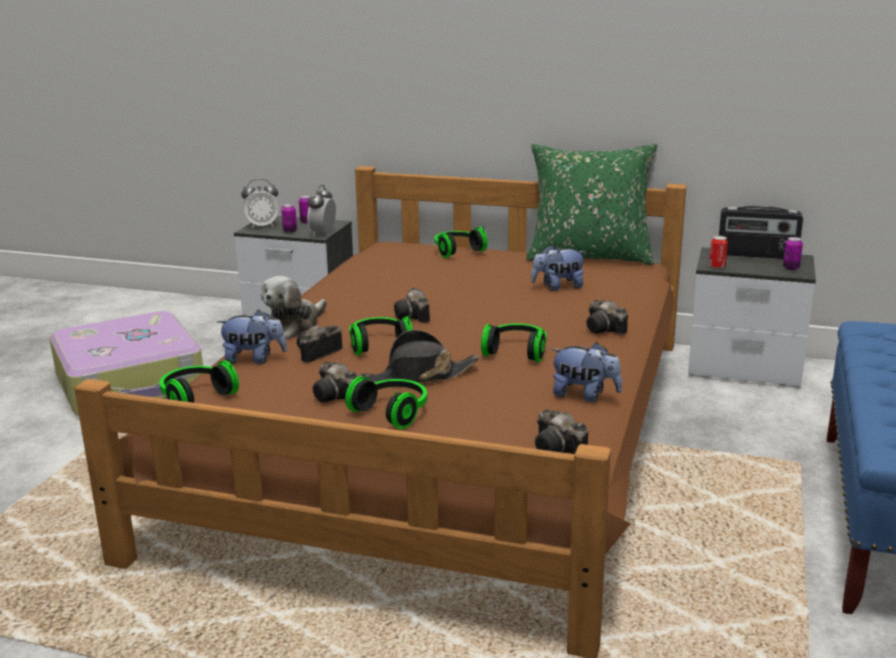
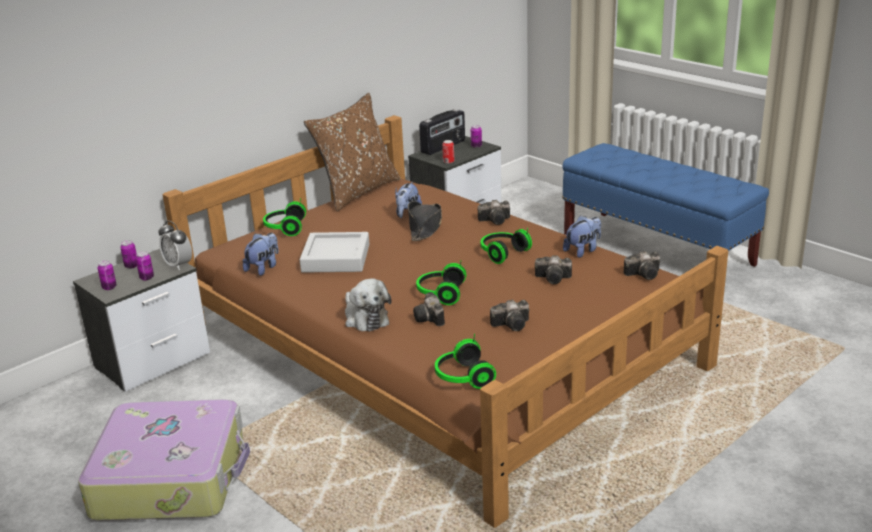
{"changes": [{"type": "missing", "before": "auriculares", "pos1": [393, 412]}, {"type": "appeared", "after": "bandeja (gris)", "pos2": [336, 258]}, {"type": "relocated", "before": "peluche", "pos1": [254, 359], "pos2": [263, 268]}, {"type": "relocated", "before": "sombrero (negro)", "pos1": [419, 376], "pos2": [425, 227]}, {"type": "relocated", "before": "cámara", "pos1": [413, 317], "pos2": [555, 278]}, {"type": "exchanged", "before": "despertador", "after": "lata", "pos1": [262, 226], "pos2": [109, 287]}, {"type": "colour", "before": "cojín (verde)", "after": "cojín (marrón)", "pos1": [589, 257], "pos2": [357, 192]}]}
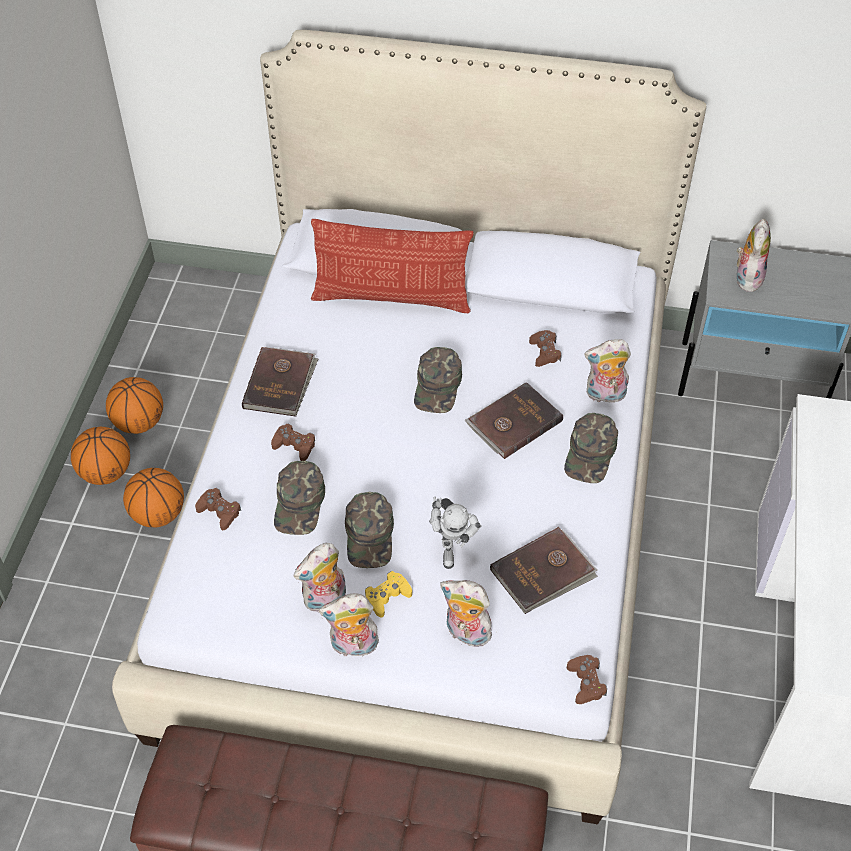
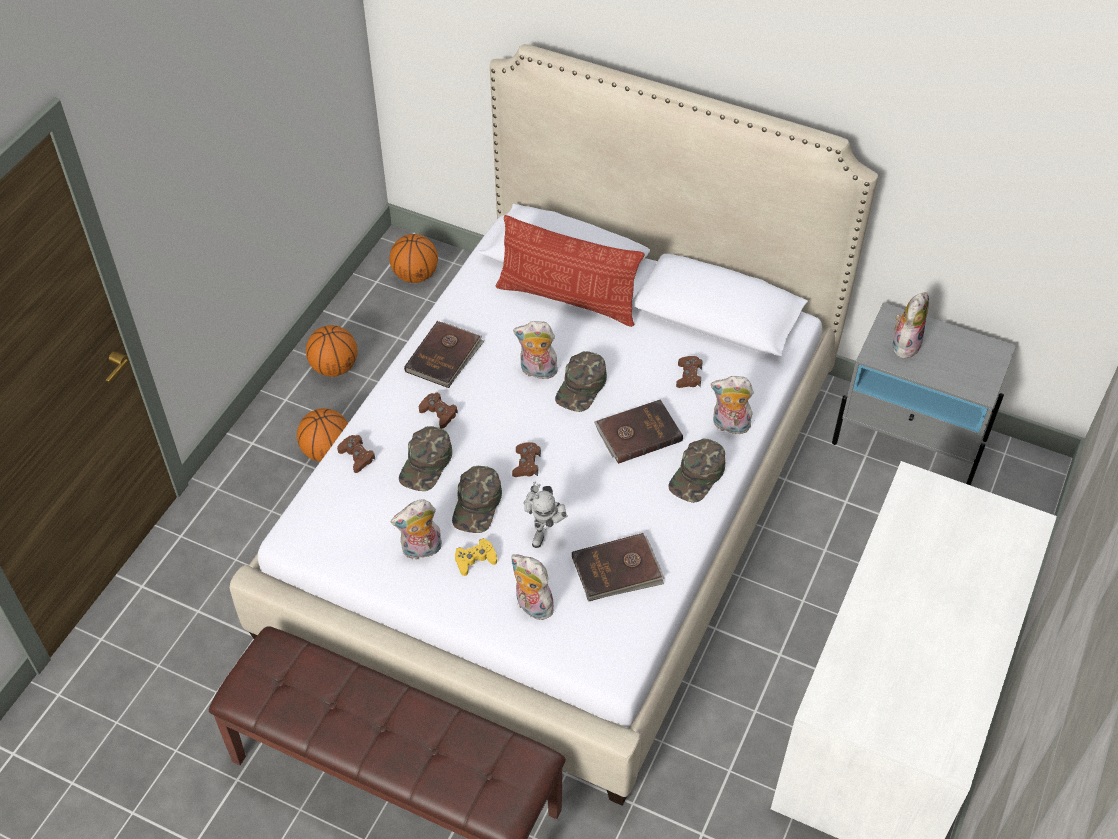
{"changes": [{"type": "relocated", "before": "balón de baloncesto", "pos1": [106, 473], "pos2": [415, 275]}, {"type": "relocated", "before": "peluche", "pos1": [353, 647], "pos2": [537, 371]}, {"type": "relocated", "before": "mando de consola (marrón)", "pos1": [586, 682], "pos2": [526, 463]}]}
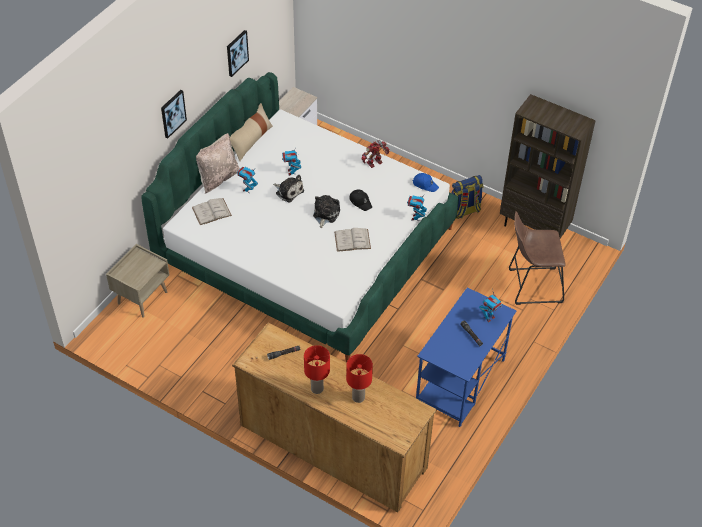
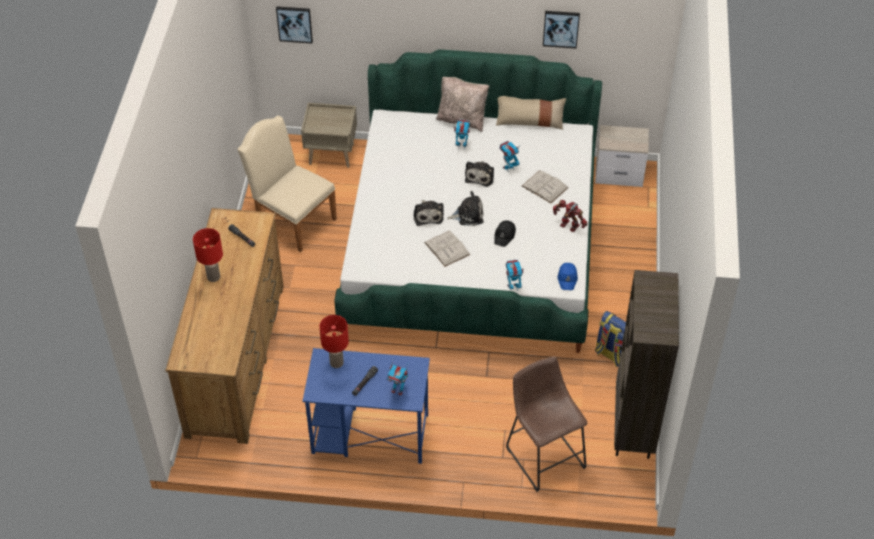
{"changes": [{"type": "appeared", "after": "silla (beis)", "pos2": [291, 219]}, {"type": "appeared", "after": "peluche", "pos2": [428, 215]}, {"type": "relocated", "before": "cuadro", "pos1": [172, 113], "pos2": [294, 24]}, {"type": "relocated", "before": "libro (blanco)", "pos1": [211, 211], "pos2": [544, 187]}, {"type": "relocated", "before": "lámpara de mesa (rojo)", "pos1": [358, 397], "pos2": [337, 362]}]}
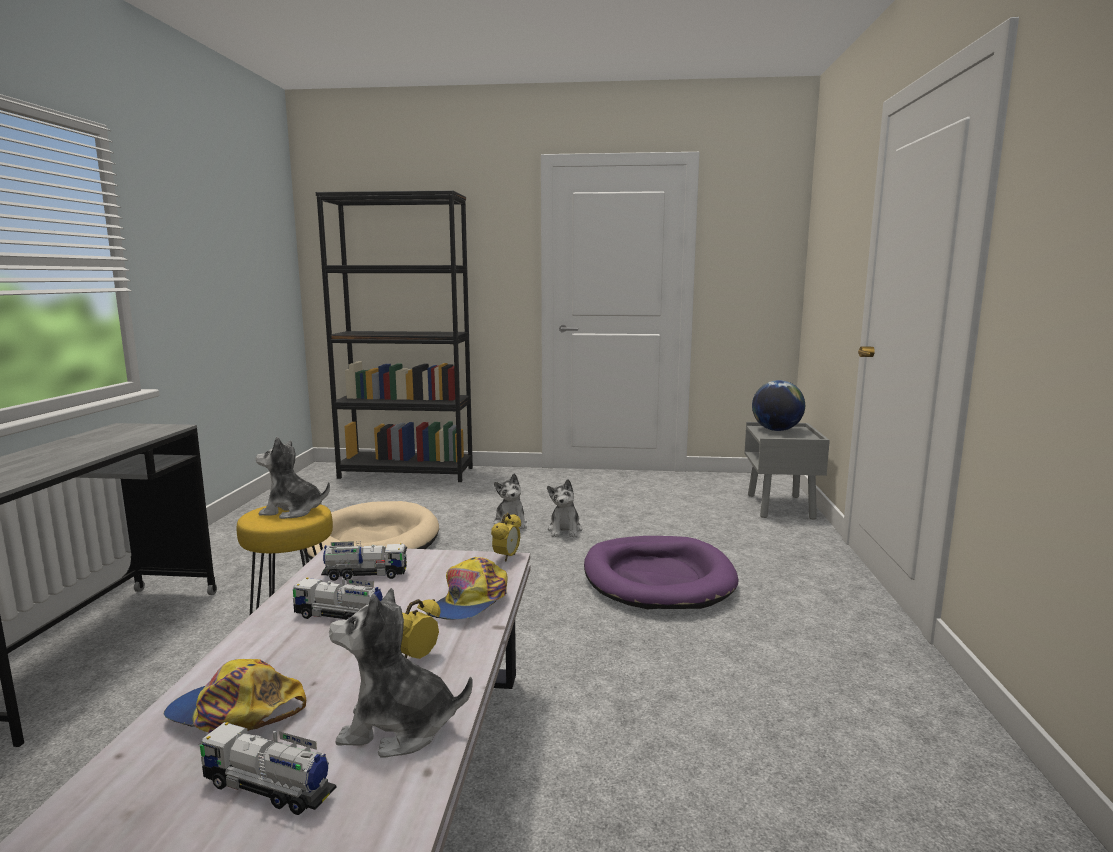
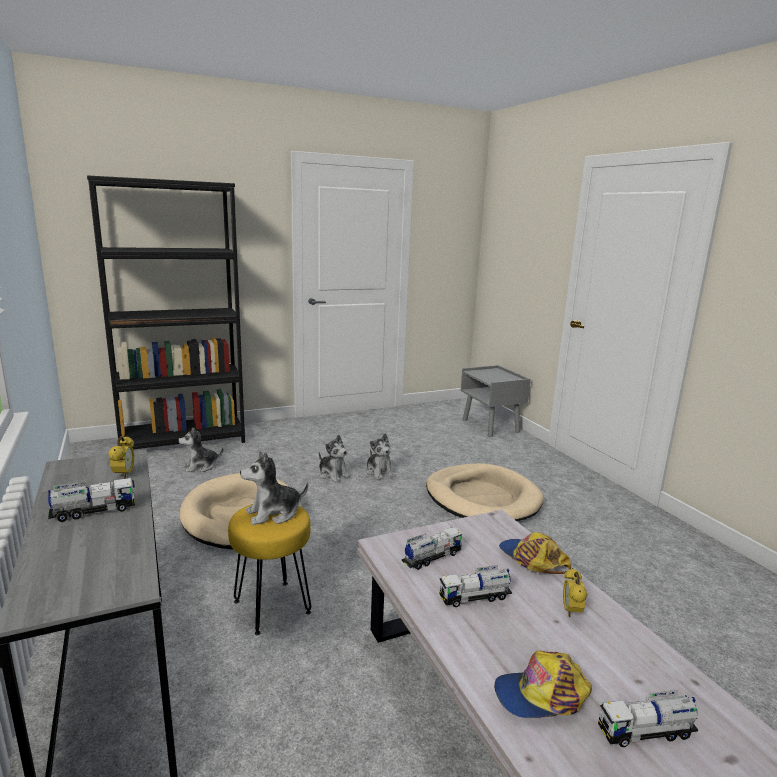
{"changes": [{"type": "missing", "before": "globo terráqueo", "pos1": [776, 430]}, {"type": "appeared", "after": "camión de juguete", "pos2": [94, 511]}, {"type": "relocated", "before": "peluche", "pos1": [398, 727], "pos2": [201, 466]}, {"type": "relocated", "before": "despertador", "pos1": [507, 557], "pos2": [124, 475]}, {"type": "colour", "before": "cama para perro (morado)", "after": "cama para perro (beis)", "pos1": [658, 578], "pos2": [482, 498]}, {"type": "spun", "before": "gorra", "pos1": [469, 603], "pos2": [532, 560], "turn": 150}]}
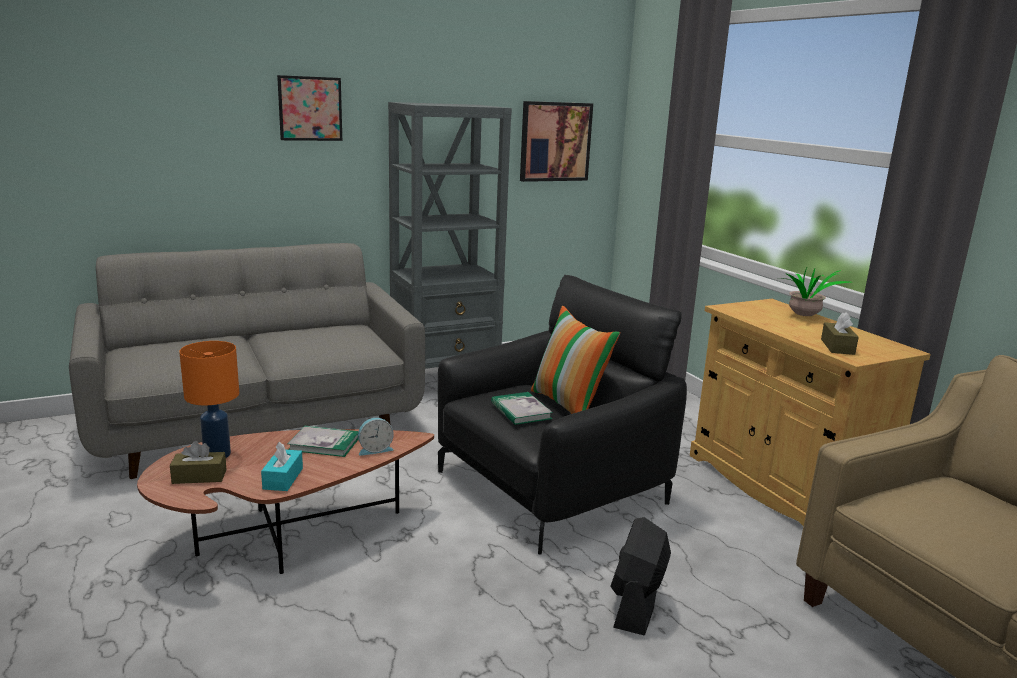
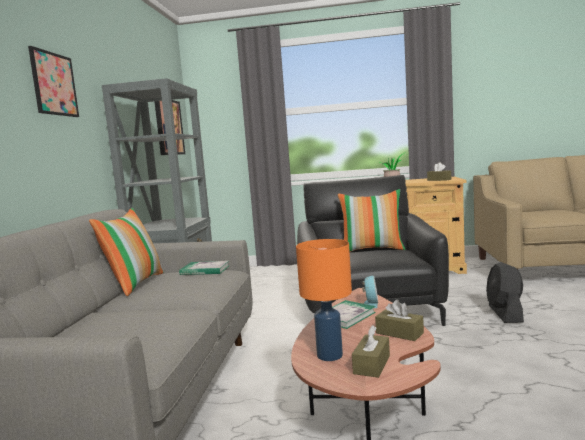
{"changes": [{"type": "appeared", "after": "cojín", "pos2": [135, 284]}, {"type": "relocated", "before": "libro", "pos1": [521, 411], "pos2": [205, 270]}, {"type": "colour", "before": "caja de pañuelos (turquesa)", "after": "caja de pañuelos (marrón)", "pos1": [283, 478], "pos2": [399, 333]}, {"type": "spun", "before": "ventilador (negro)", "pos1": [636, 604], "pos2": [505, 313], "turn": 45}]}
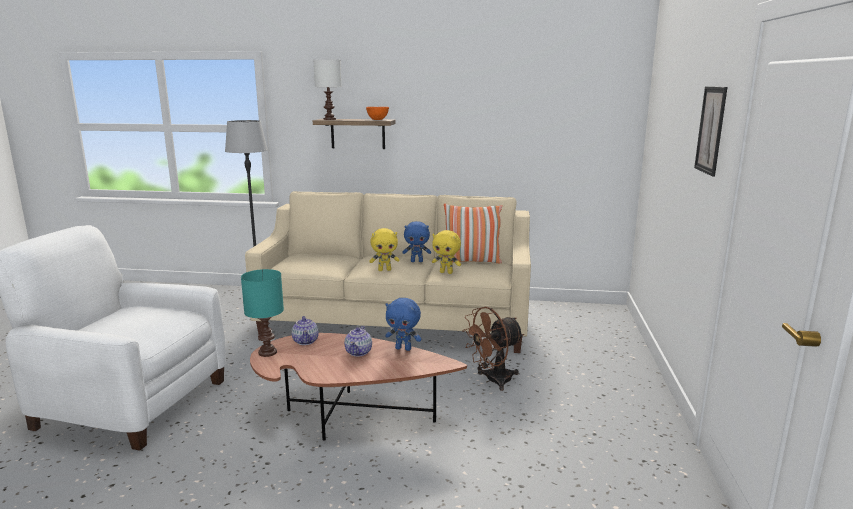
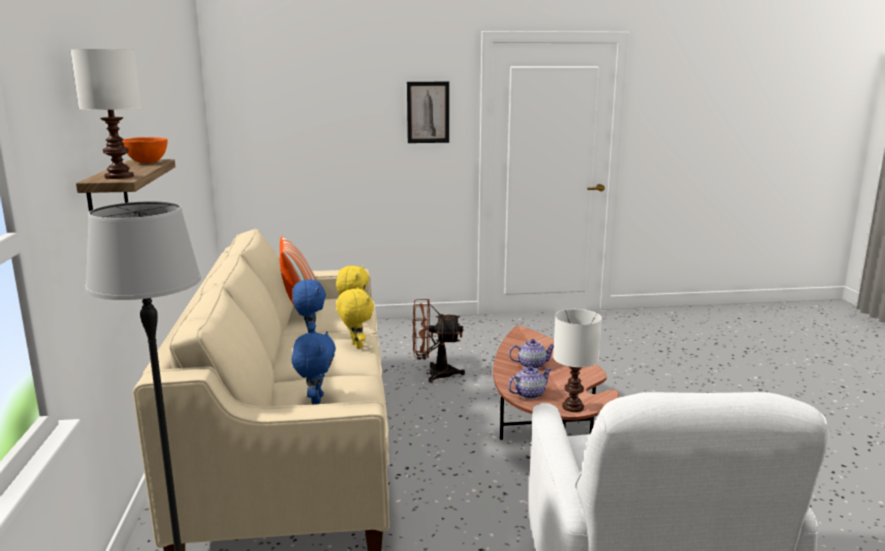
{"changes": [{"type": "relocated", "before": "peluche (azul)", "pos1": [403, 348], "pos2": [316, 400]}, {"type": "colour", "before": "lámpara de mesa (turquesa)", "after": "lámpara de mesa (blanco)", "pos1": [268, 352], "pos2": [572, 407]}, {"type": "spun", "before": "ventilador (marrón)", "pos1": [492, 380], "pos2": [434, 374], "turn": 135}]}
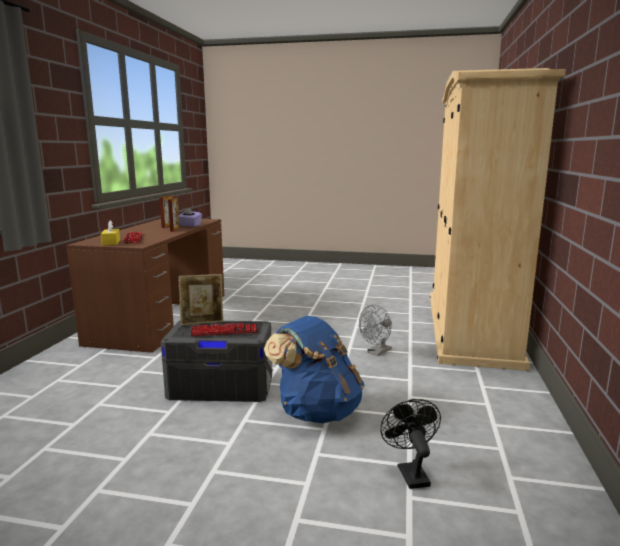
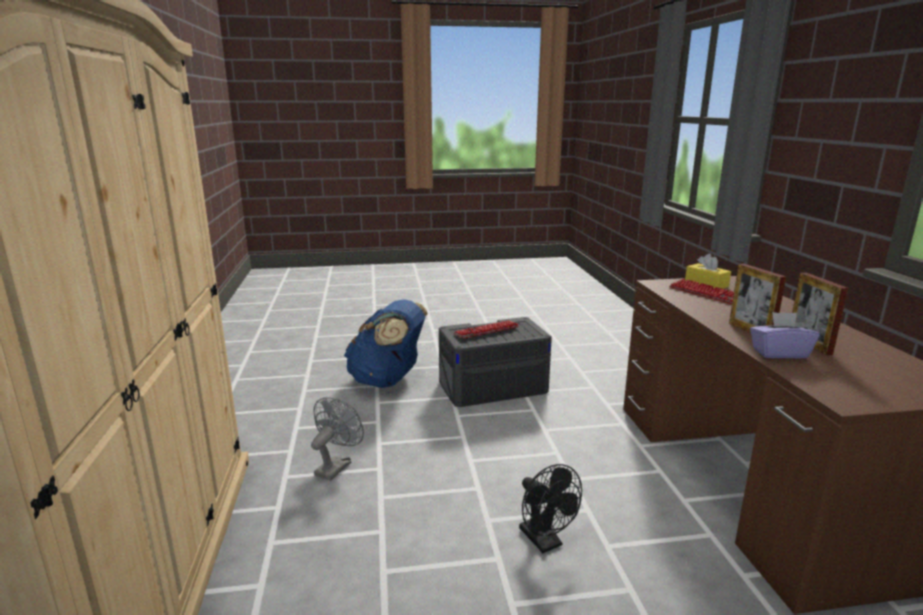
{"changes": [{"type": "missing", "before": "portarretratos", "pos1": [202, 323]}, {"type": "relocated", "before": "ventilador (negro)", "pos1": [410, 472], "pos2": [545, 541]}]}
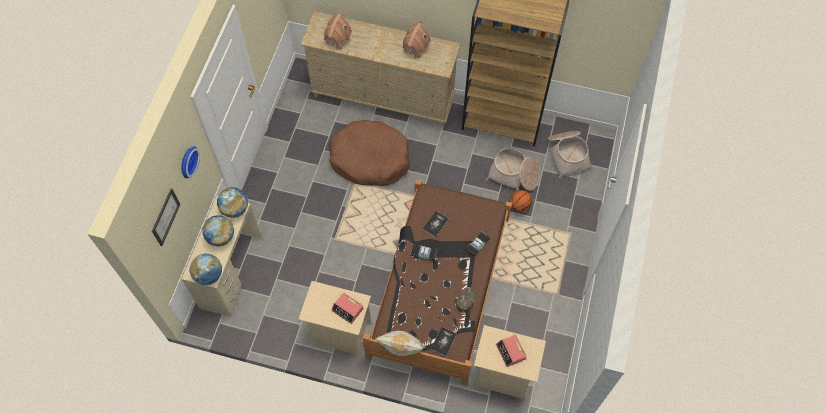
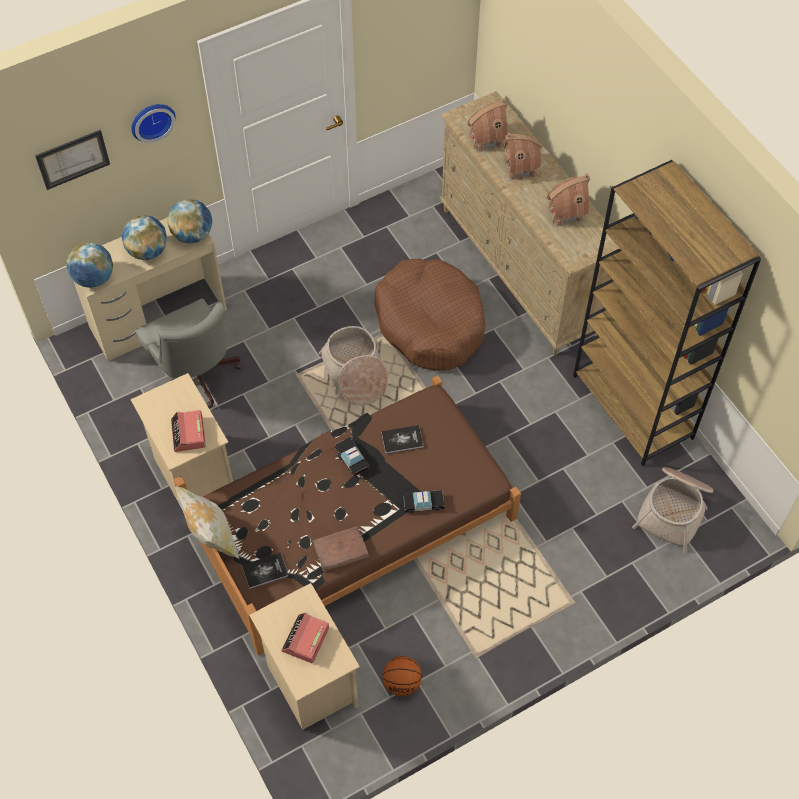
{"changes": [{"type": "appeared", "after": "silla de oficina (gris)", "pos2": [196, 378]}, {"type": "appeared", "after": "casita", "pos2": [520, 167]}, {"type": "relocated", "before": "cesta", "pos1": [513, 175], "pos2": [355, 374]}, {"type": "relocated", "before": "balón de baloncesto", "pos1": [519, 206], "pos2": [402, 683]}, {"type": "exchanged", "before": "gorra (verde)", "after": "libro (marrón)", "pos1": [466, 300], "pos2": [341, 550]}]}
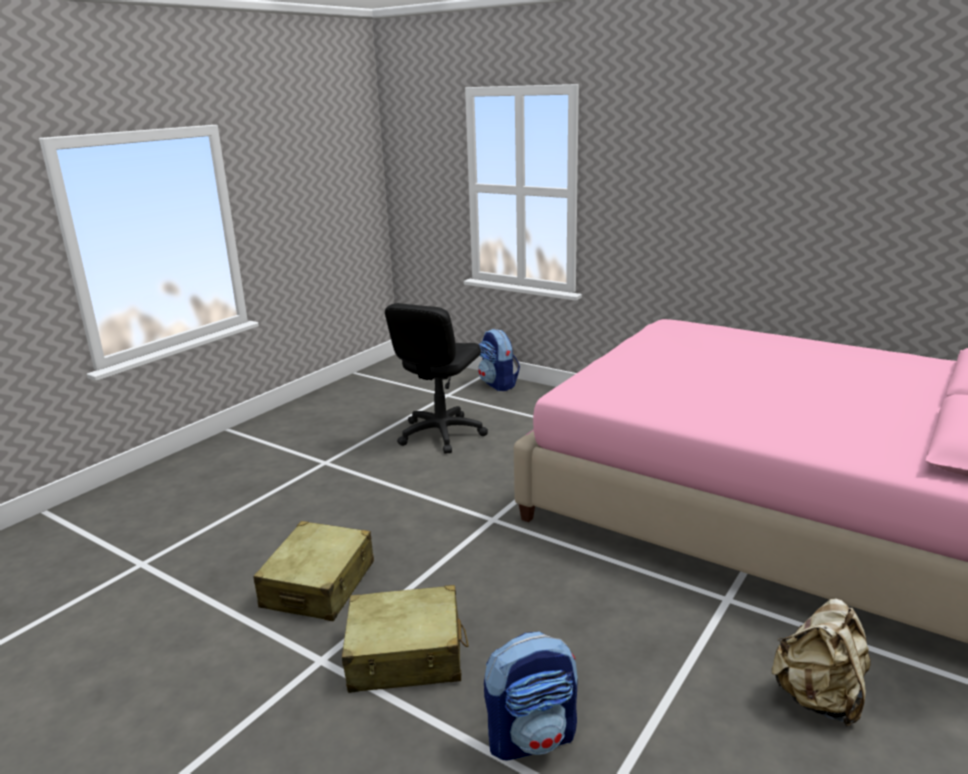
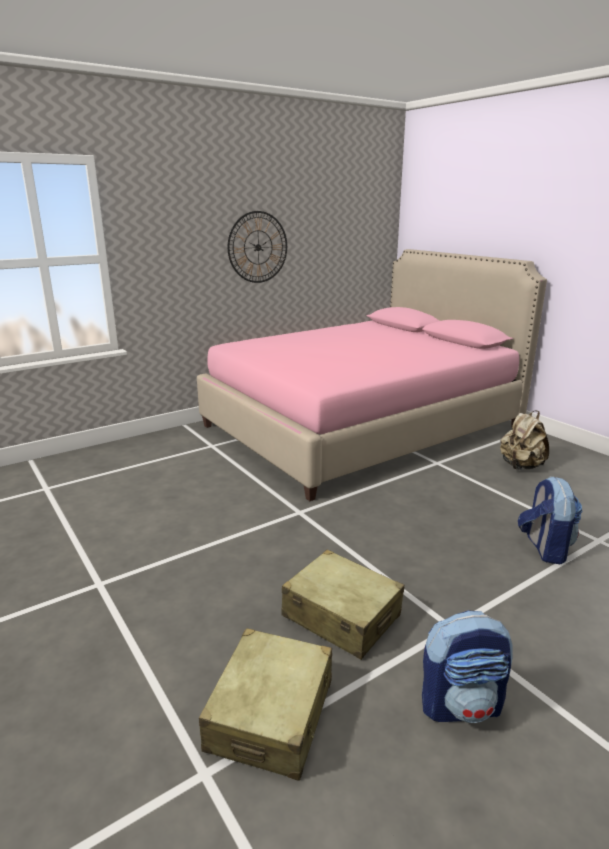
{"changes": [{"type": "missing", "before": "silla de oficina (negro)", "pos1": [440, 434]}, {"type": "appeared", "after": "reloj de pared", "pos2": [258, 247]}, {"type": "relocated", "before": "maleta (beis)", "pos1": [406, 655], "pos2": [271, 715]}, {"type": "relocated", "before": "mochila", "pos1": [498, 384], "pos2": [461, 705]}]}
